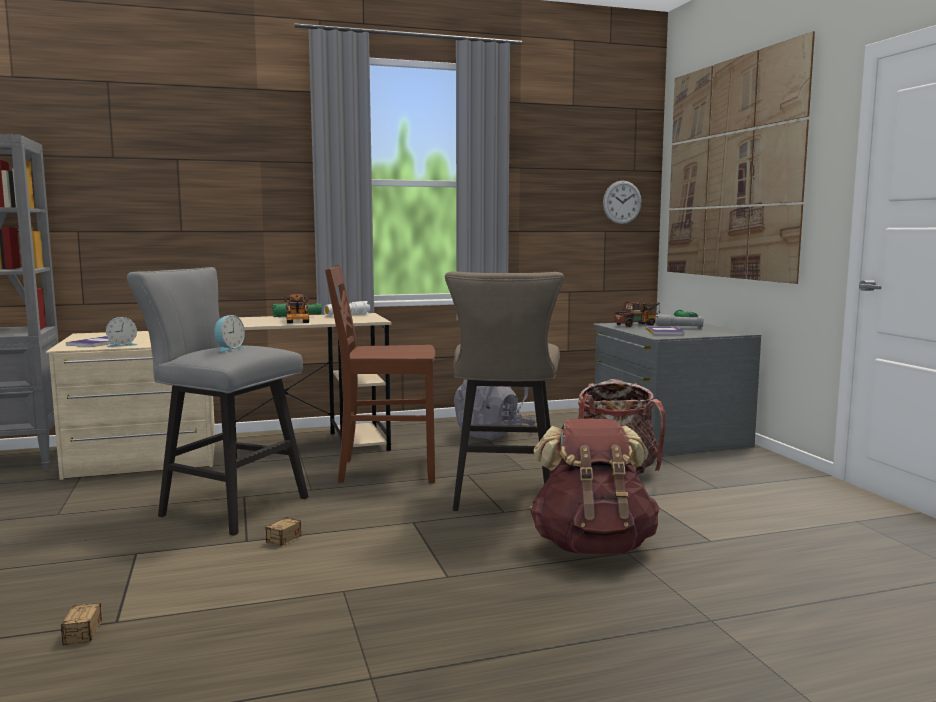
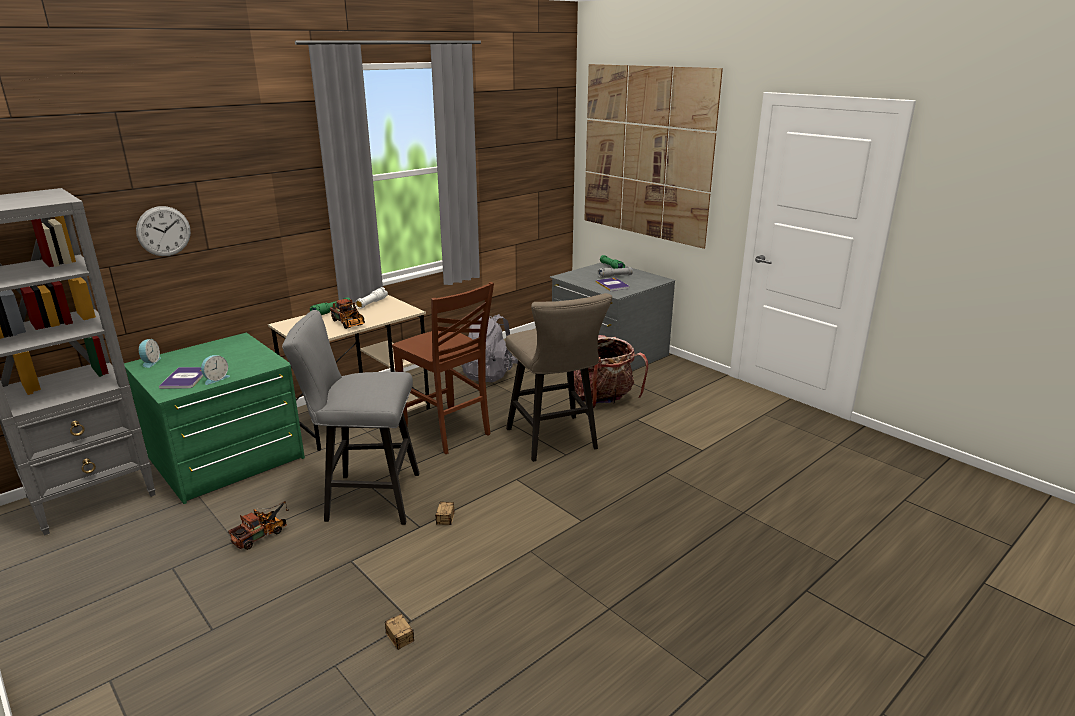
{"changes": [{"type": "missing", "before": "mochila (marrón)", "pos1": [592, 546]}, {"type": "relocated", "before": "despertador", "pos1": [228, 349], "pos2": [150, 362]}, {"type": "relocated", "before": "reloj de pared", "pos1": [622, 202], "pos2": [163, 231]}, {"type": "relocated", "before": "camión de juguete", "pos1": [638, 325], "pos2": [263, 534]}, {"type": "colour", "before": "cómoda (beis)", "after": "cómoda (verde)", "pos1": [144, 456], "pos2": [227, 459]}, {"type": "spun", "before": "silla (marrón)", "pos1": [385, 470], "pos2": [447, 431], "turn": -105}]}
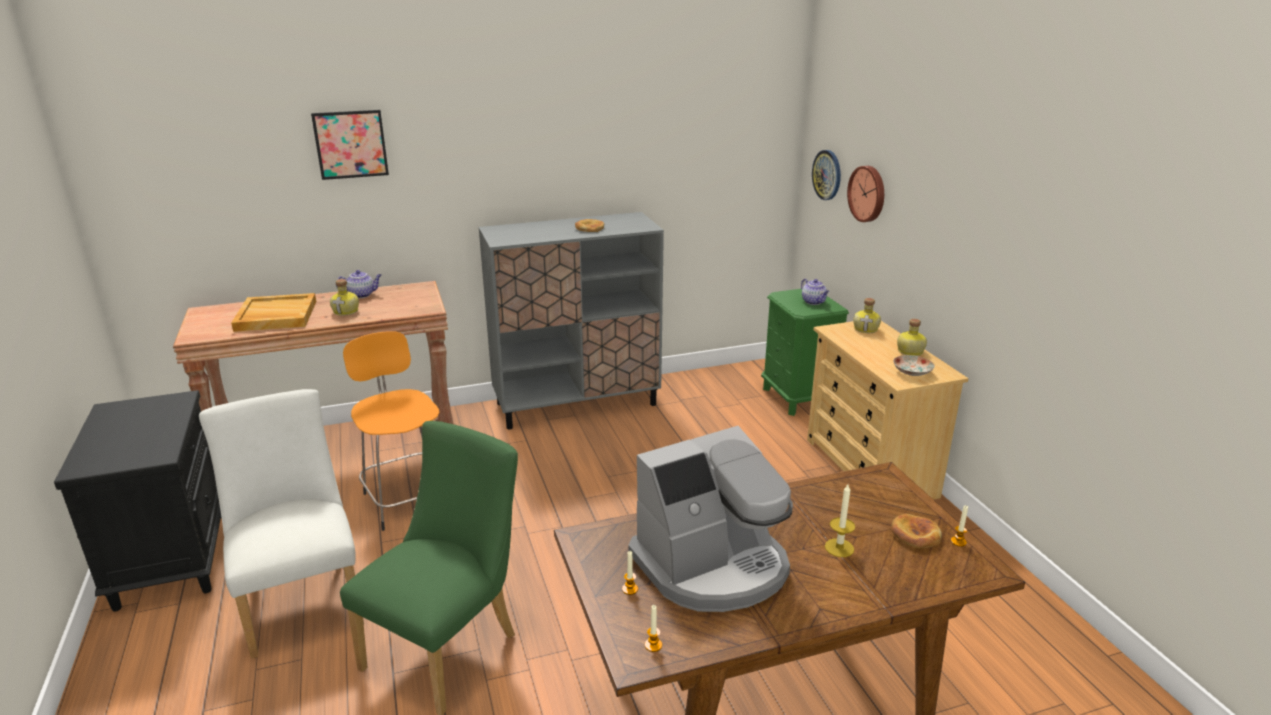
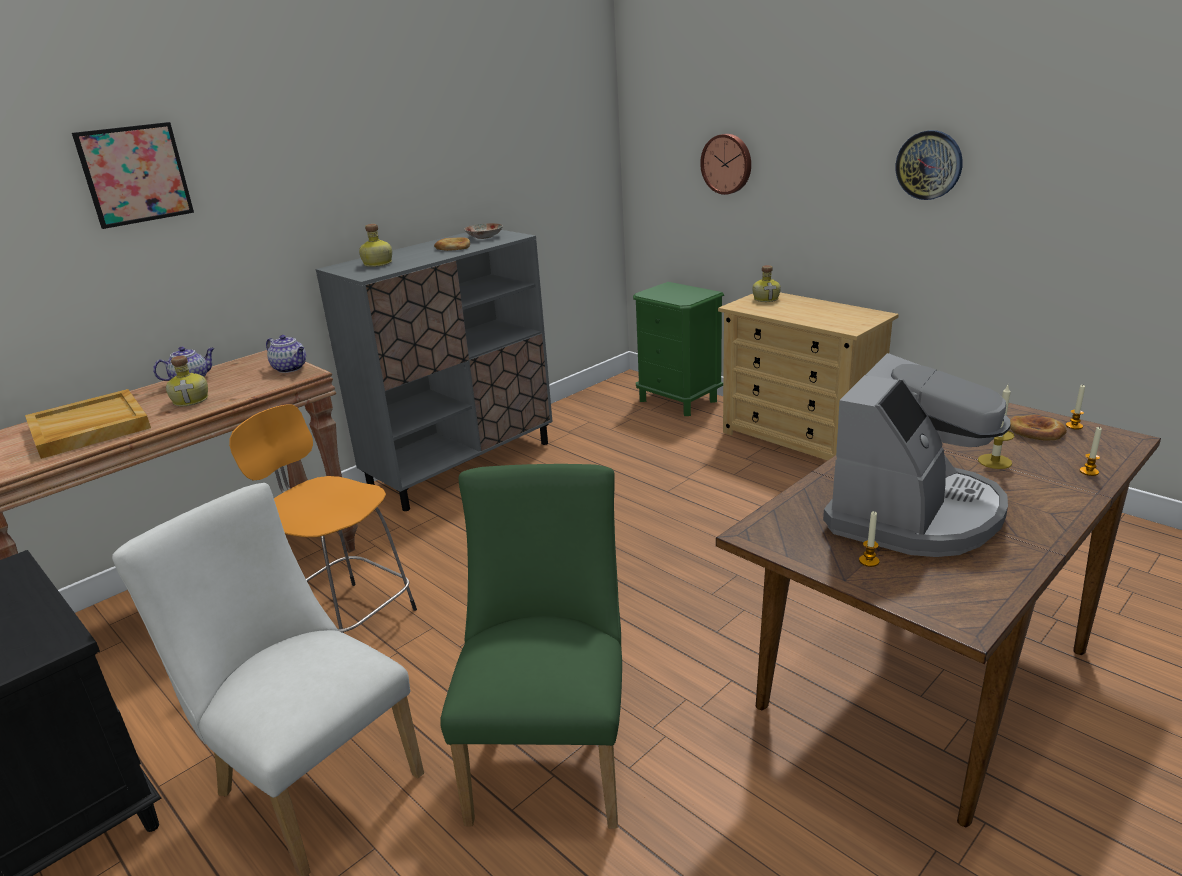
{"changes": [{"type": "relocated", "before": "vela", "pos1": [653, 645], "pos2": [1089, 472]}, {"type": "relocated", "before": "tetera", "pos1": [814, 302], "pos2": [291, 368]}, {"type": "relocated", "before": "reloj de pared", "pos1": [827, 175], "pos2": [929, 165]}, {"type": "relocated", "before": "plato", "pos1": [911, 372], "pos2": [484, 237]}, {"type": "relocated", "before": "botella", "pos1": [909, 352], "pos2": [377, 264]}]}
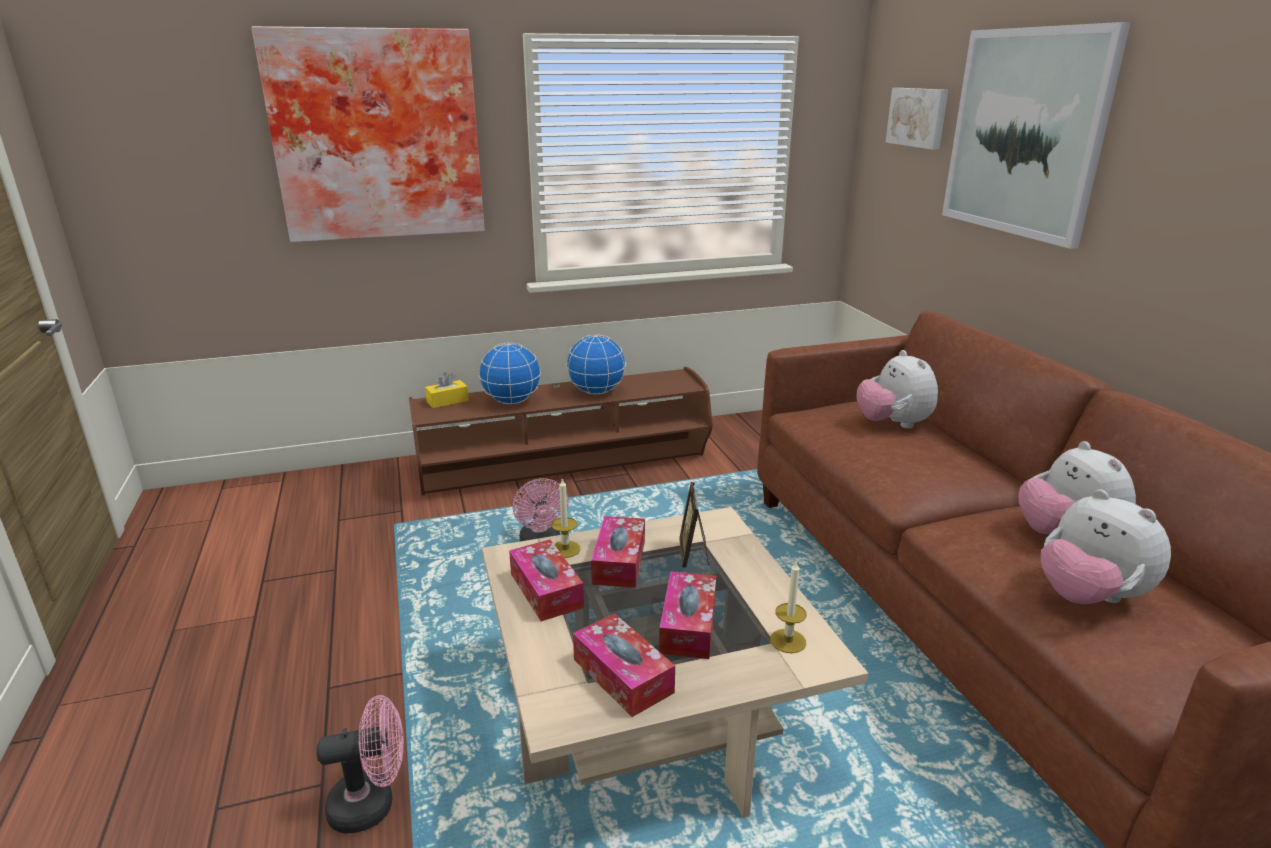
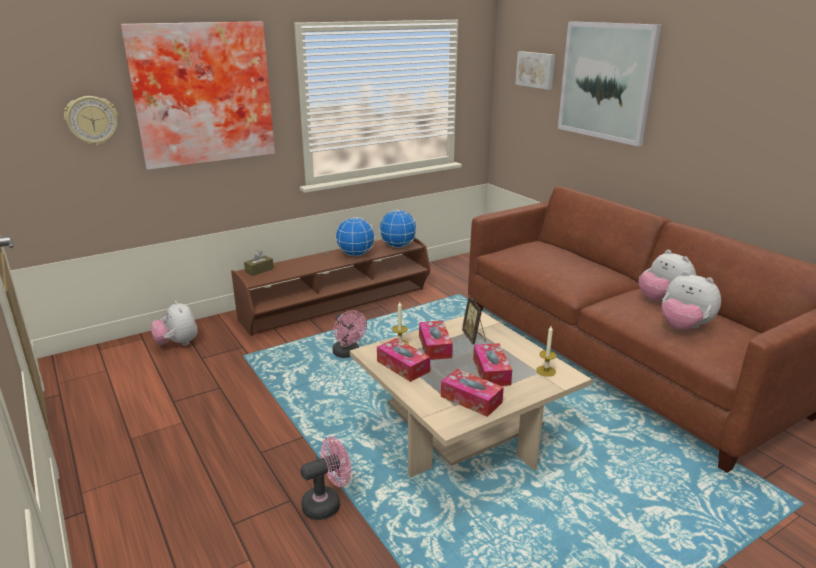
{"changes": [{"type": "appeared", "after": "reloj de pared", "pos2": [92, 120]}, {"type": "relocated", "before": "globo terráqueo", "pos1": [511, 401], "pos2": [397, 246]}, {"type": "relocated", "before": "peluche", "pos1": [893, 424], "pos2": [178, 343]}, {"type": "colour", "before": "caja de pañuelos (amarillo)", "after": "caja de pañuelos (marrón)", "pos1": [447, 401], "pos2": [259, 270]}]}
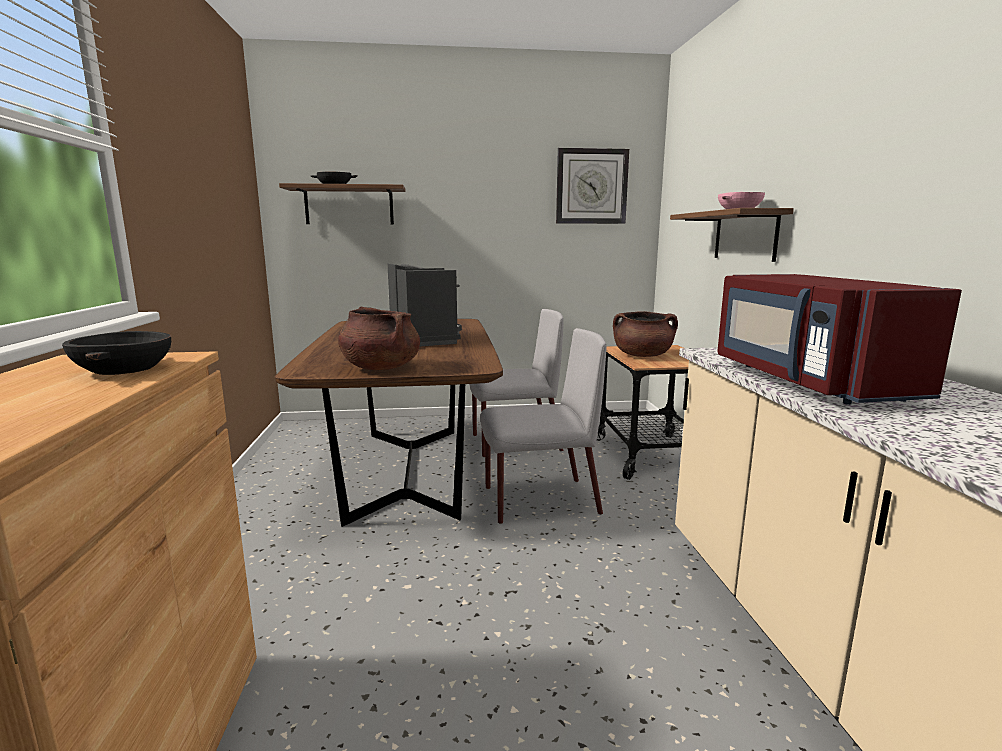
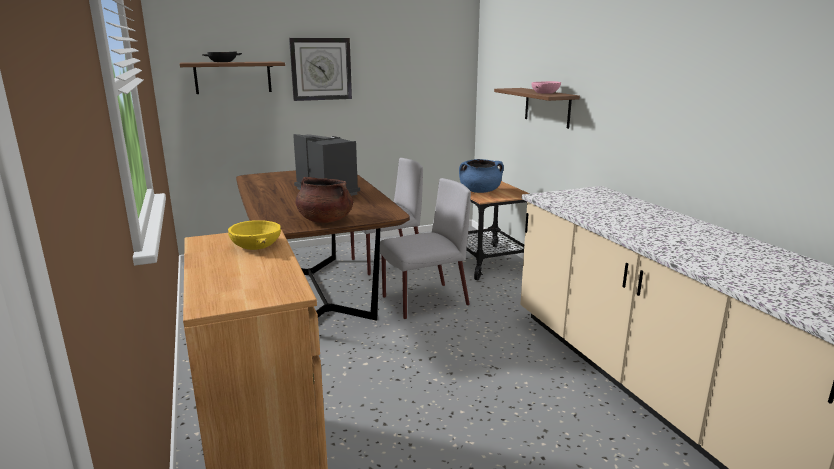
{"changes": [{"type": "missing", "before": "microondas (rojo)", "pos1": [806, 381]}, {"type": "relocated", "before": "reloj de pared", "pos1": [591, 186], "pos2": [321, 69]}, {"type": "colour", "before": "cuenco (negro)", "after": "cuenco (amarillo)", "pos1": [123, 370], "pos2": [255, 245]}, {"type": "colour", "before": "olla (marrón)", "after": "olla (azul)", "pos1": [642, 355], "pos2": [480, 191]}]}
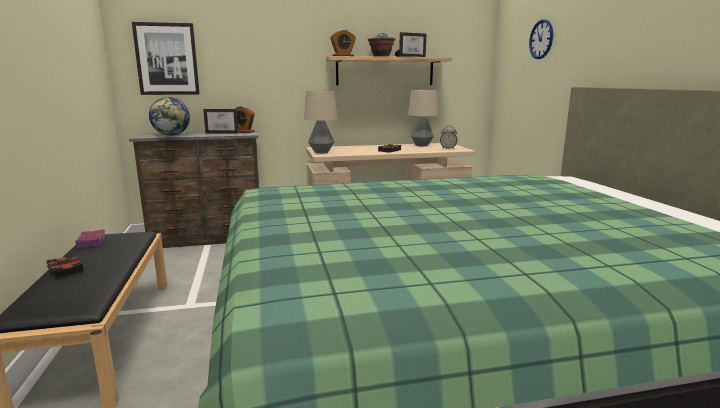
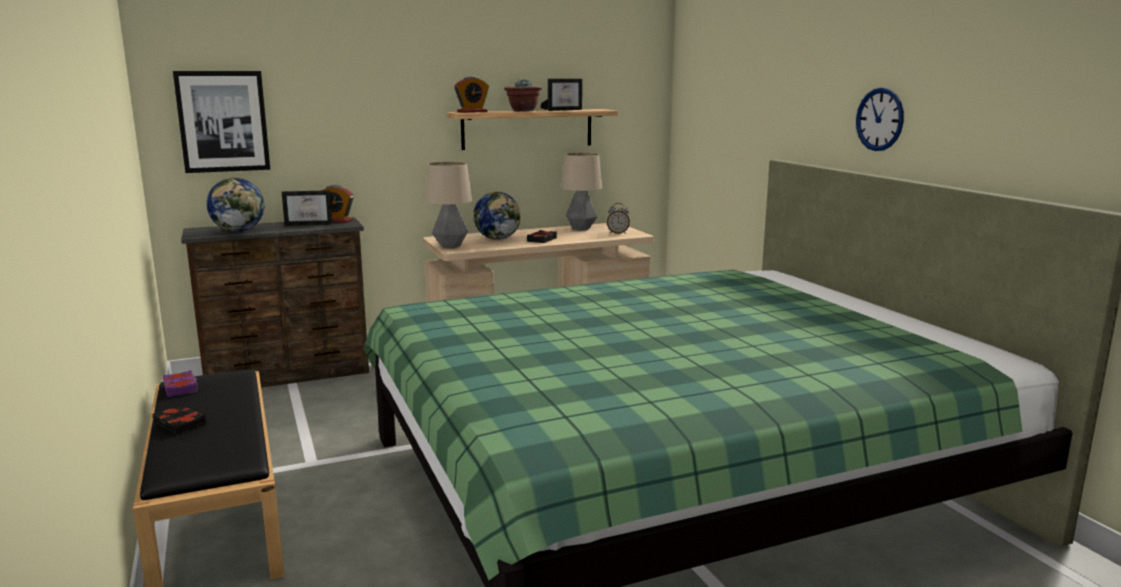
{"changes": [{"type": "appeared", "after": "globo terráqueo", "pos2": [498, 239]}, {"type": "relocated", "before": "reloj de pared", "pos1": [541, 39], "pos2": [880, 119]}]}
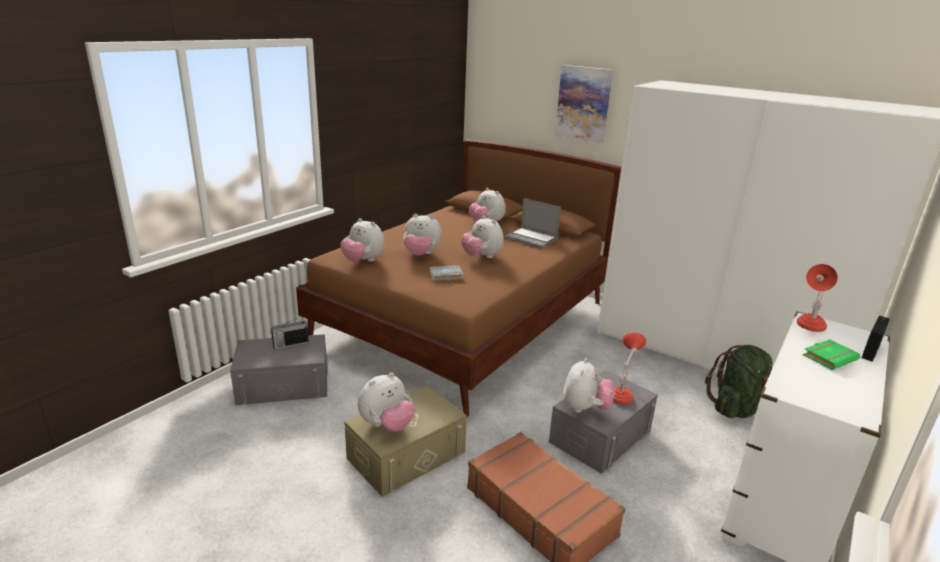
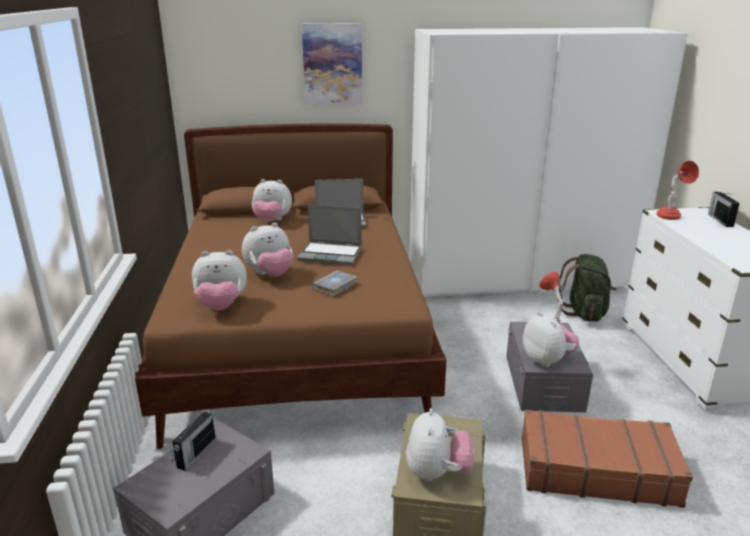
{"changes": [{"type": "missing", "before": "libro (verde)", "pos1": [829, 357]}, {"type": "exchanged", "before": "peluche", "after": "portátil", "pos1": [482, 256], "pos2": [331, 254]}]}
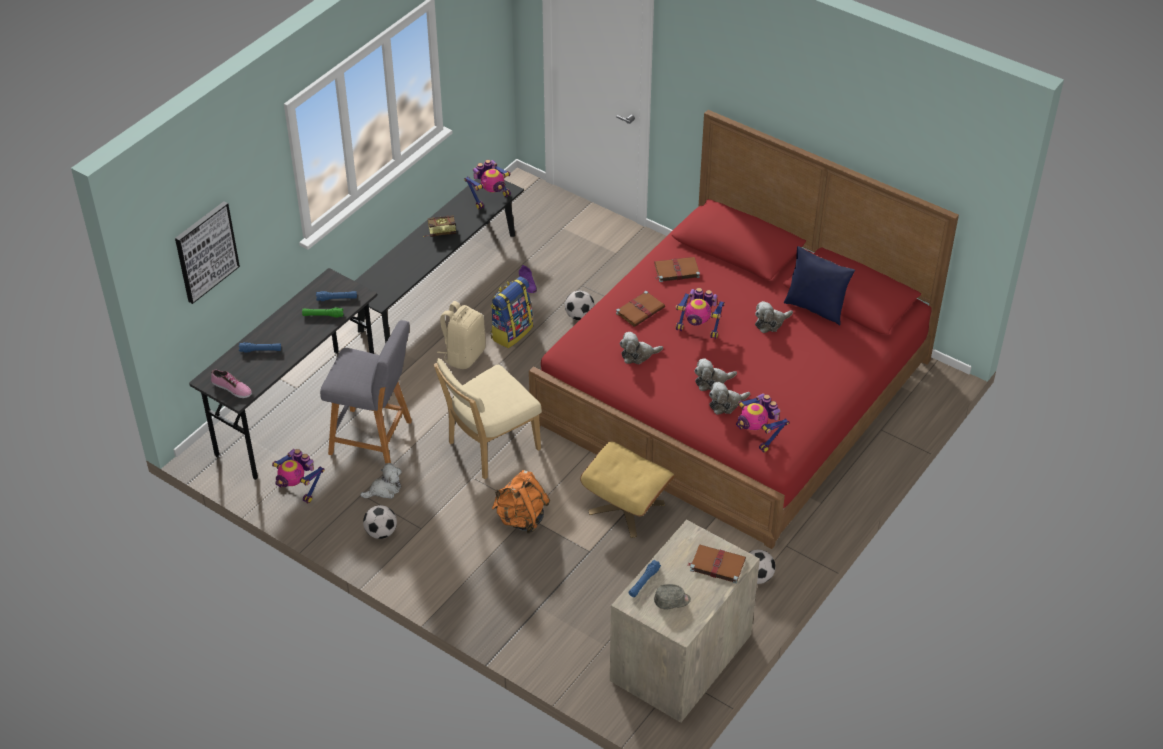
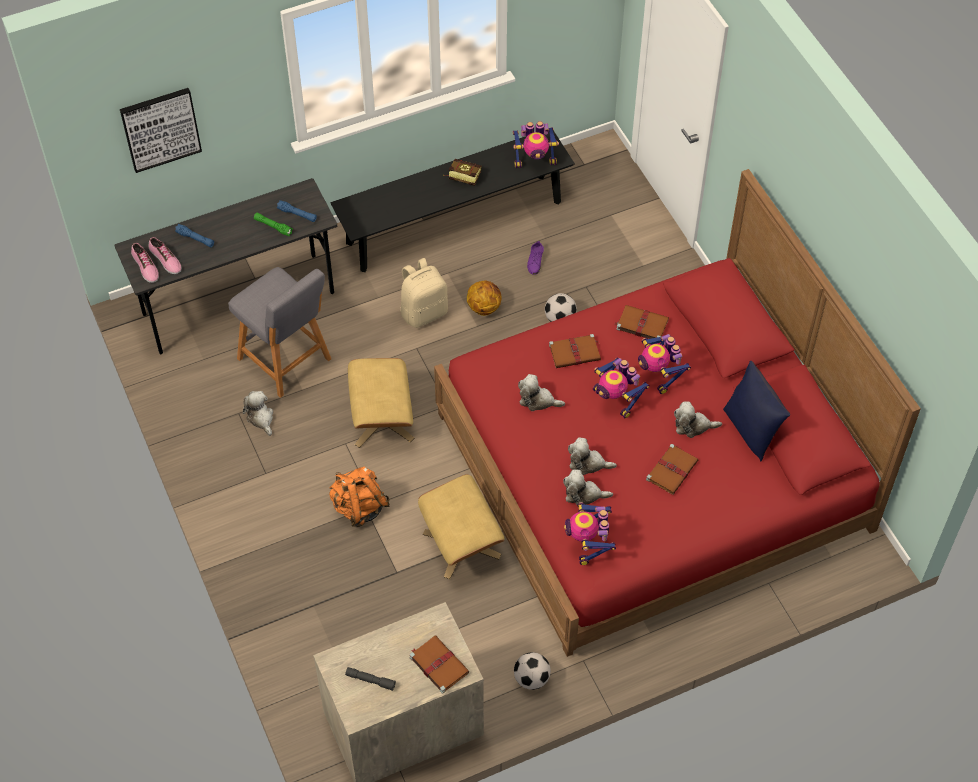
{"changes": [{"type": "missing", "before": "balón de fútbol", "pos1": [381, 532]}, {"type": "missing", "before": "linterna (azul)", "pos1": [644, 582]}, {"type": "appeared", "after": "zapato", "pos2": [165, 260]}, {"type": "appeared", "after": "libro (marrón)", "pos2": [672, 470]}, {"type": "relocated", "before": "robot de juguete", "pos1": [298, 489], "pos2": [659, 374]}, {"type": "exchanged", "before": "silla (beis)", "after": "puf (beis)", "pos1": [490, 447], "pos2": [381, 420]}, {"type": "exchanged", "before": "mochila", "after": "balón de baloncesto", "pos1": [511, 332], "pos2": [484, 307]}, {"type": "exchanged", "before": "gorra (gris)", "after": "linterna (gris)", "pos1": [672, 601], "pos2": [370, 680]}, {"type": "spun", "before": "peluche", "pos1": [384, 489], "pos2": [260, 418], "turn": -120}]}
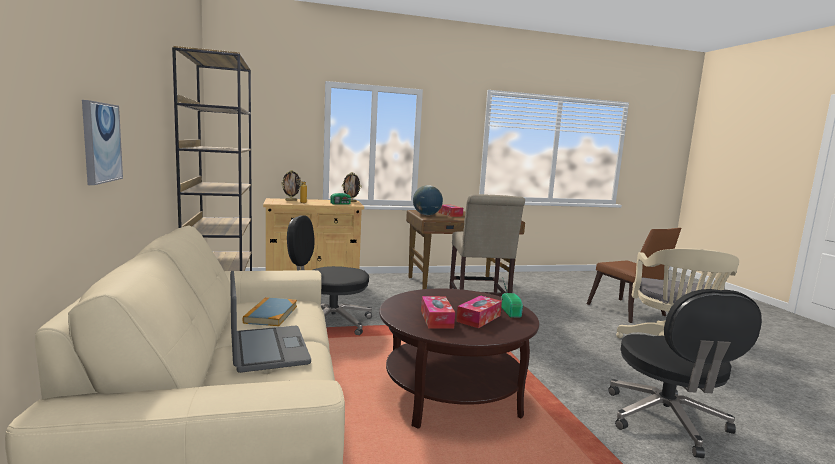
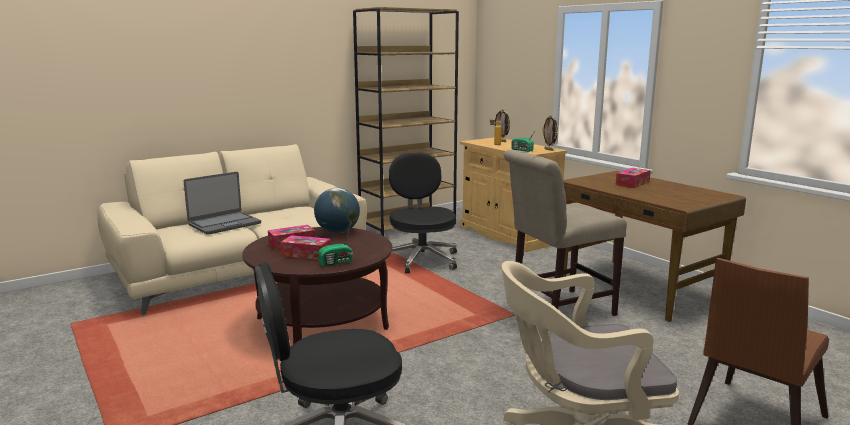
{"changes": [{"type": "missing", "before": "cuadro", "pos1": [101, 142]}, {"type": "missing", "before": "libro", "pos1": [271, 314]}, {"type": "relocated", "before": "globo terráqueo", "pos1": [427, 215], "pos2": [337, 232]}]}
